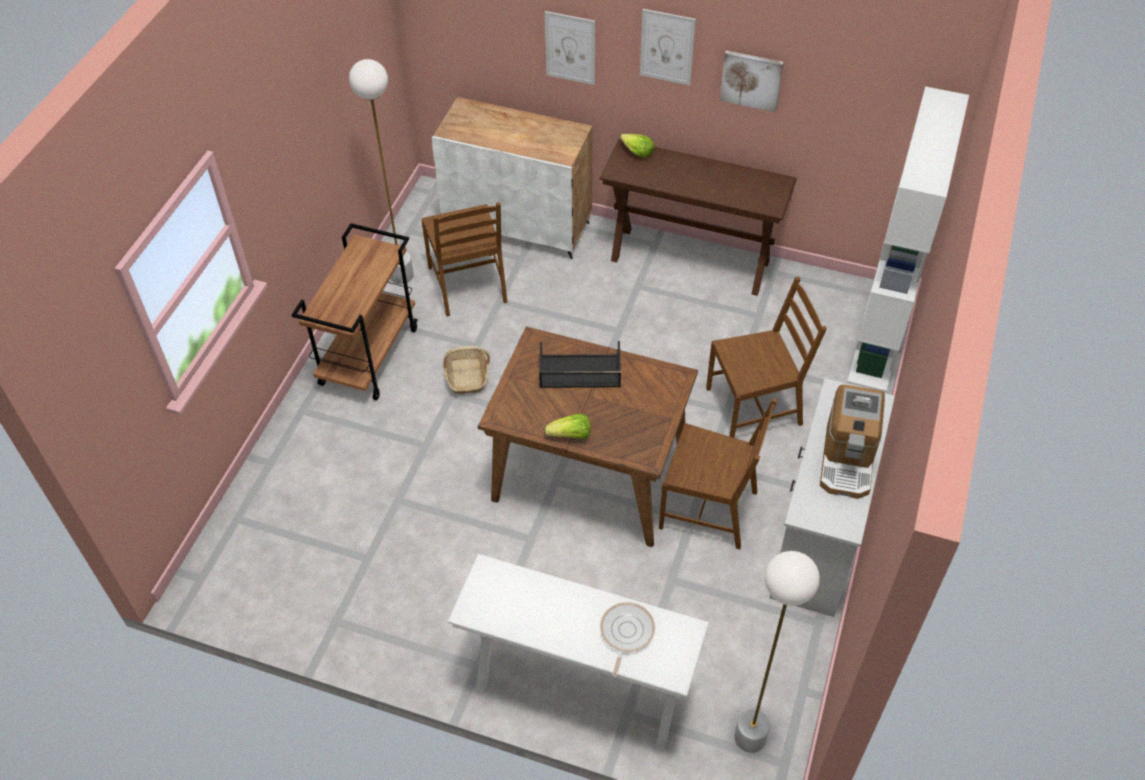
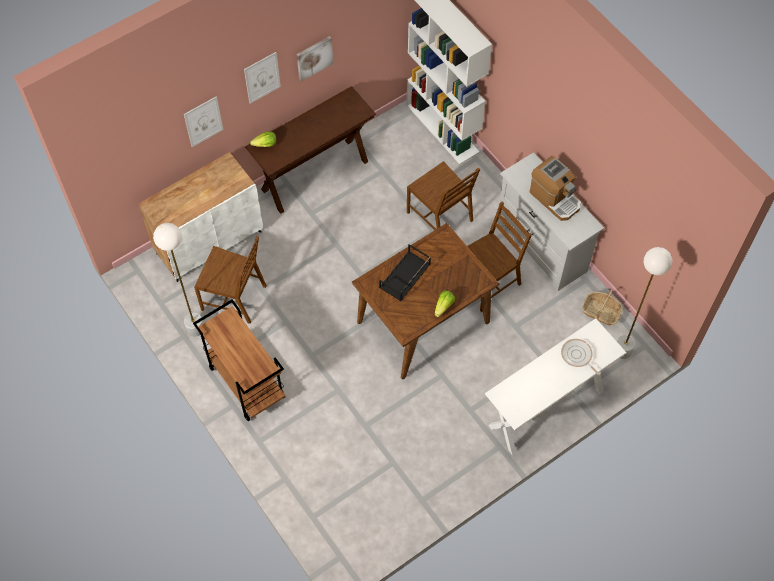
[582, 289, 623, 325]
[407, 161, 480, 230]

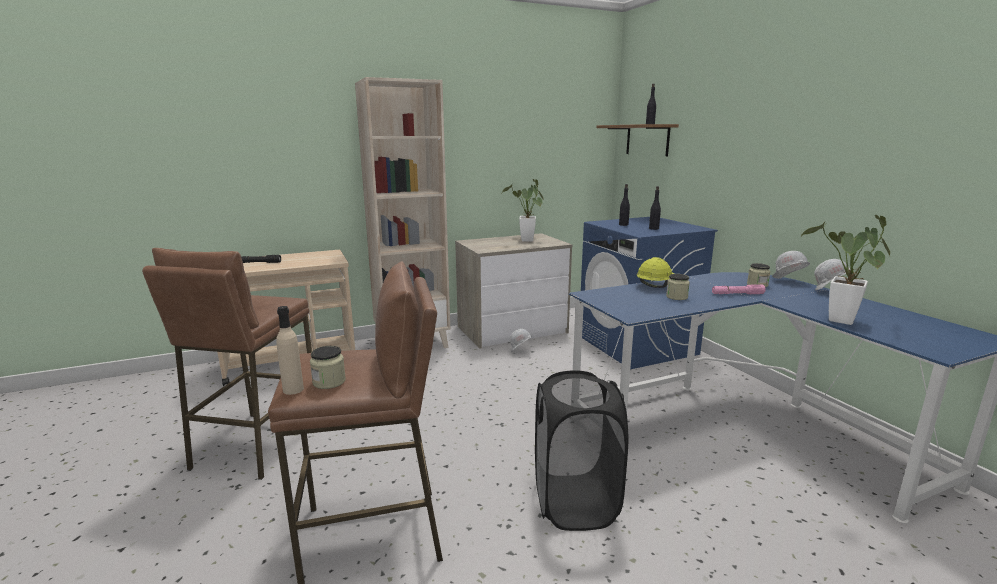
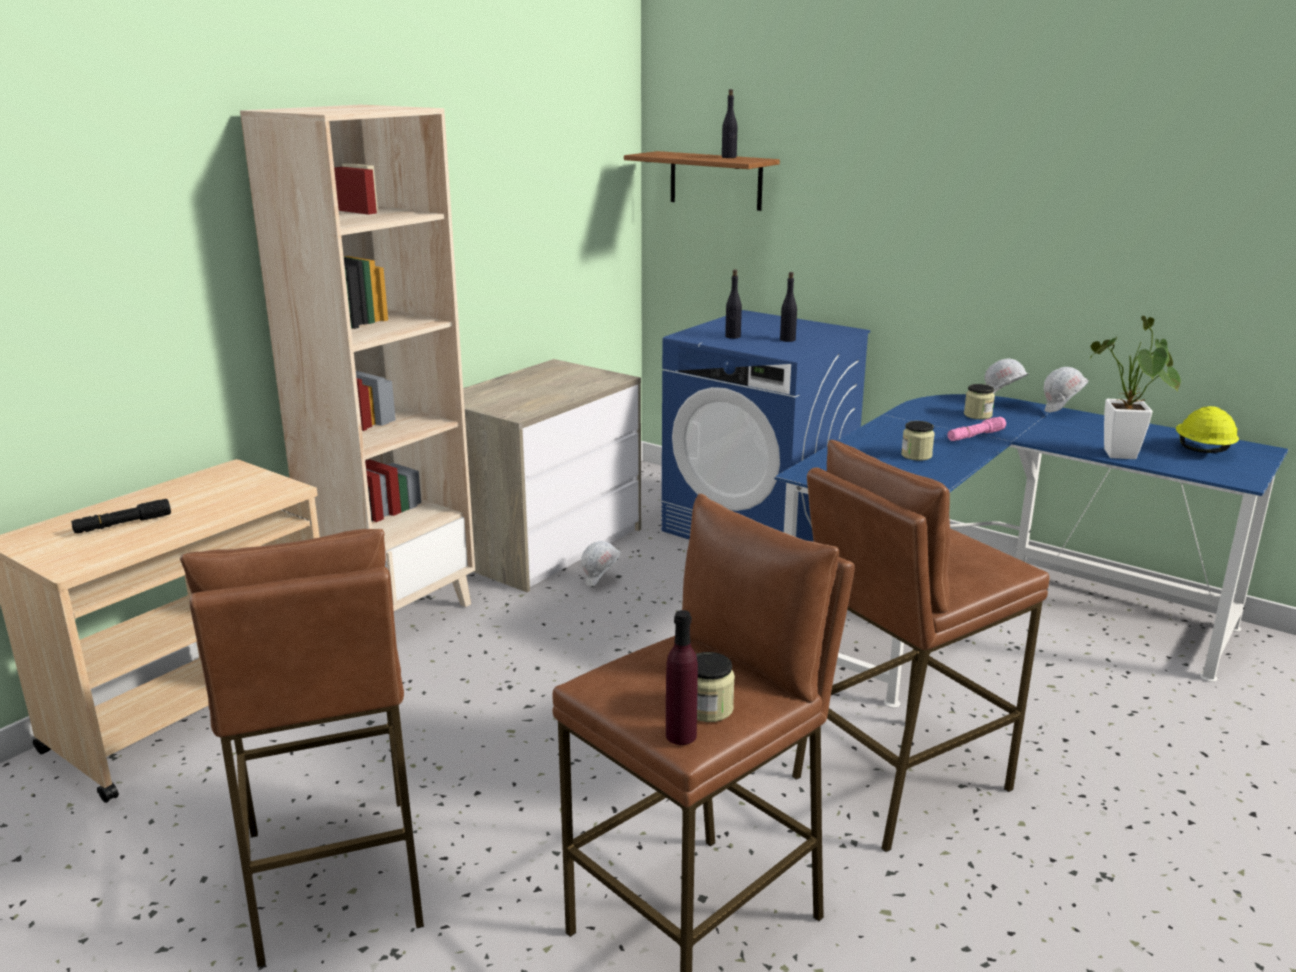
[502, 179, 543, 241] (first image)
[1176, 406, 1239, 453]
[792, 440, 1049, 852]
[666, 610, 698, 745]

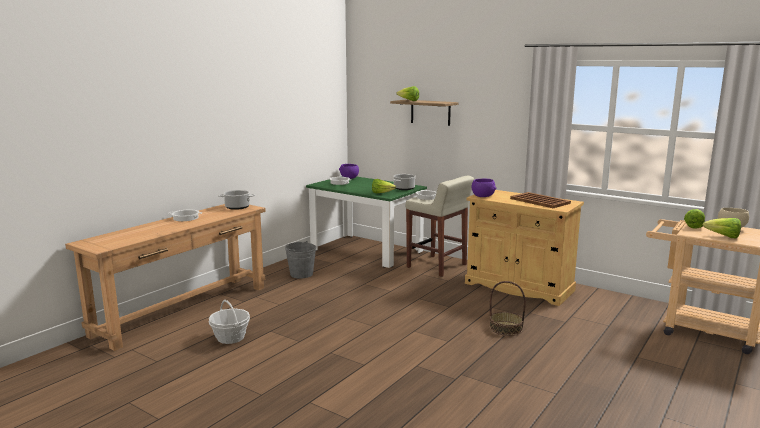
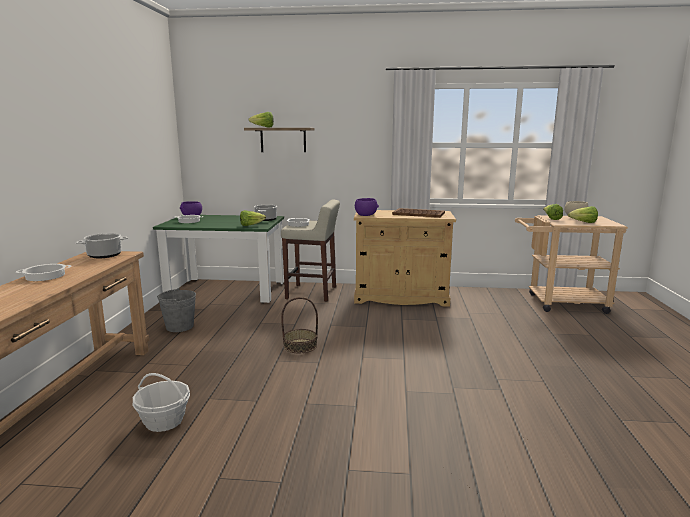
[281, 297, 318, 353]

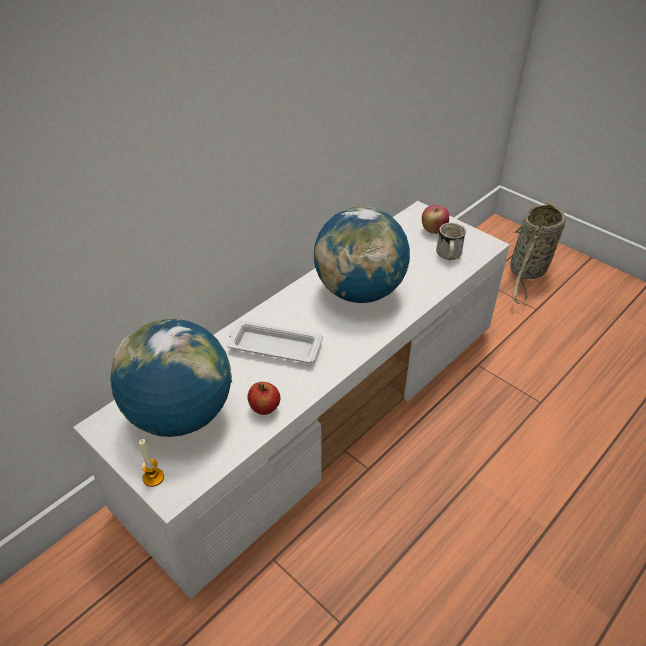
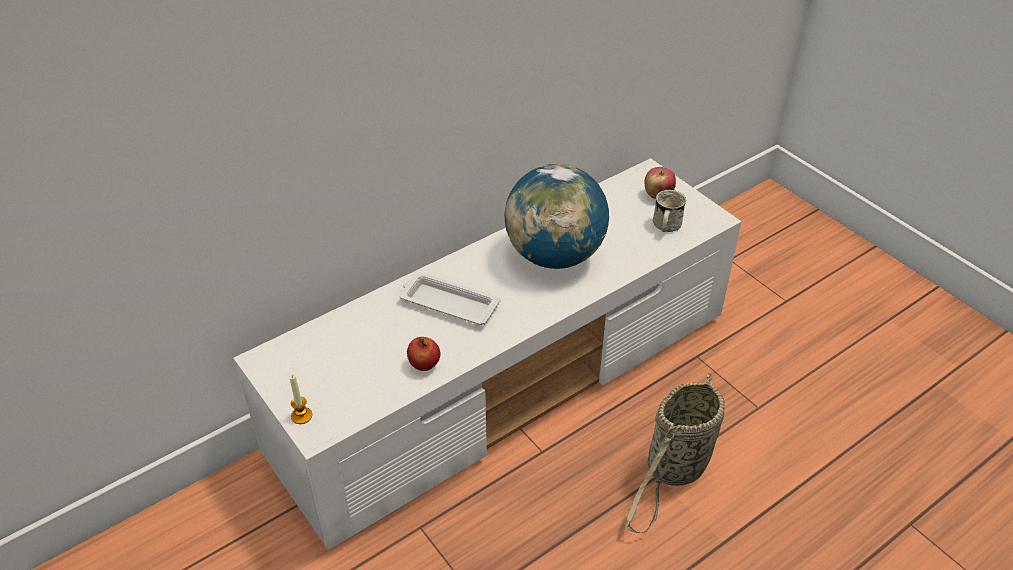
[110, 318, 232, 437] (first image)
[625, 373, 725, 534]

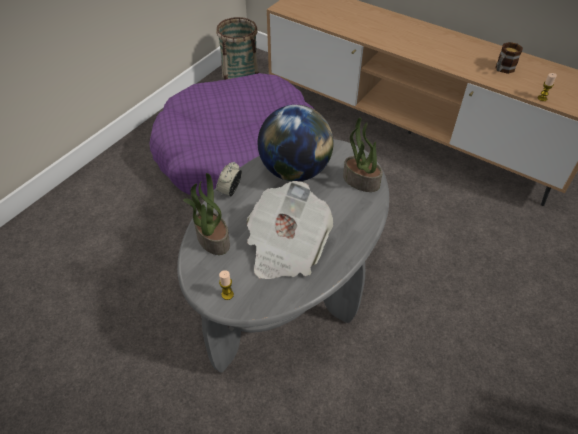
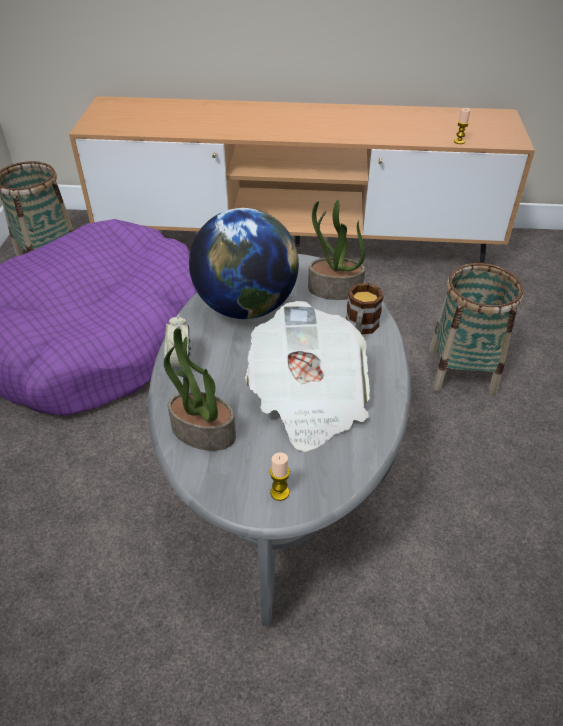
[429, 263, 524, 395]
[346, 283, 384, 334]

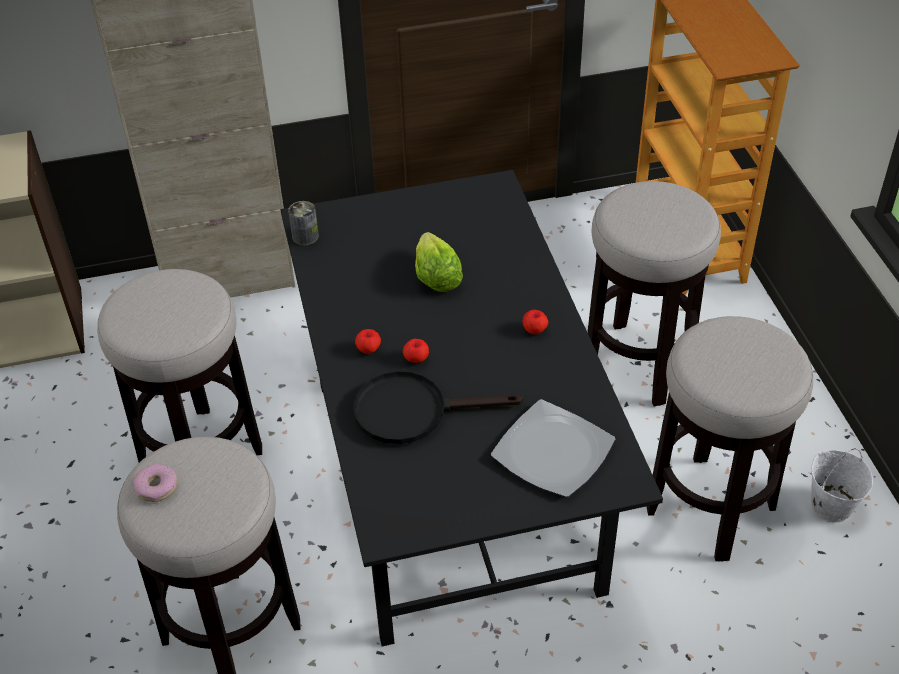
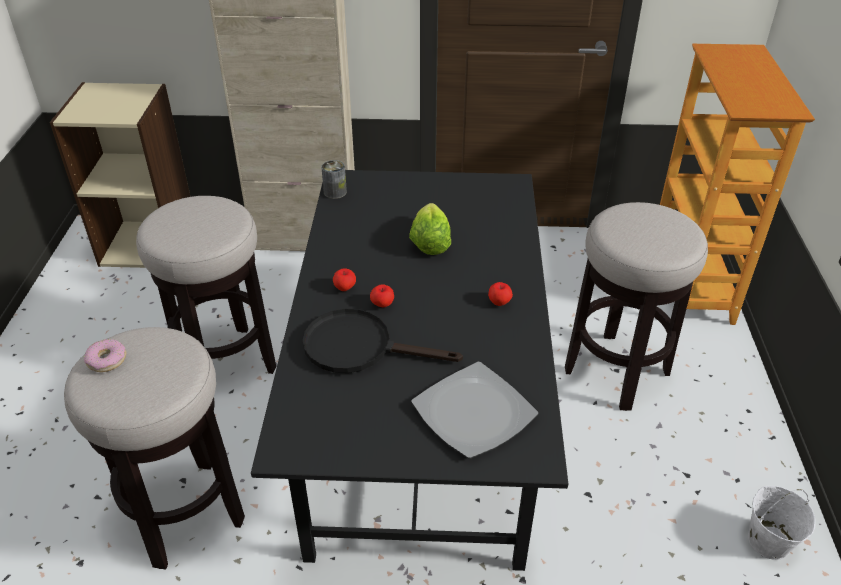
[646, 316, 813, 562] (first image)

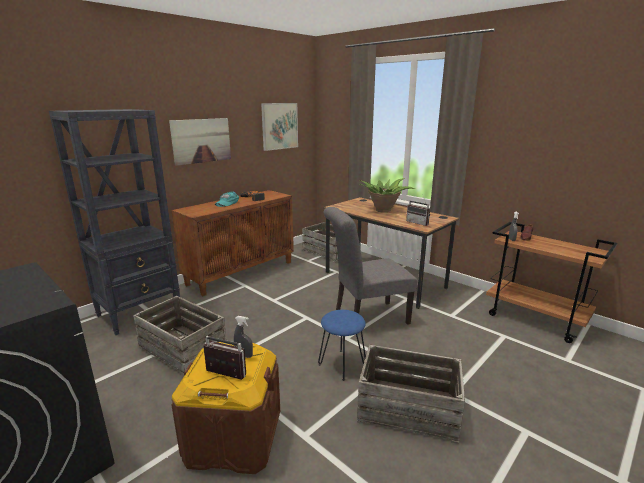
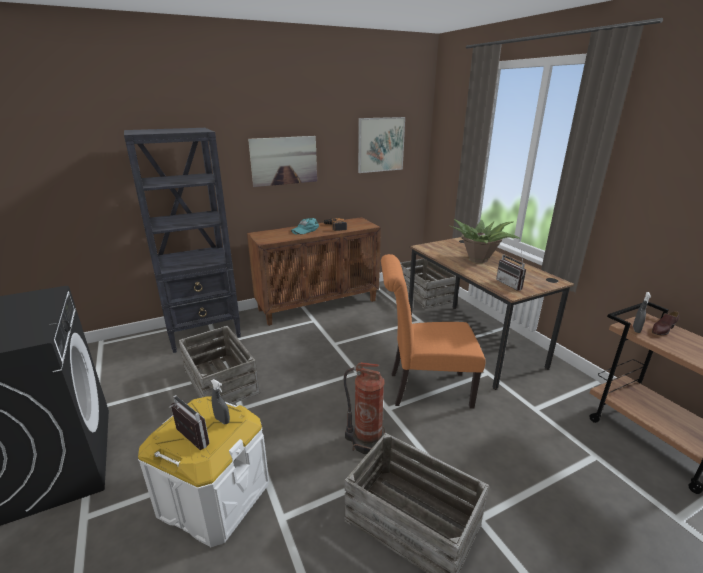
[344, 362, 385, 454]
[138, 396, 269, 547]
[381, 254, 486, 408]

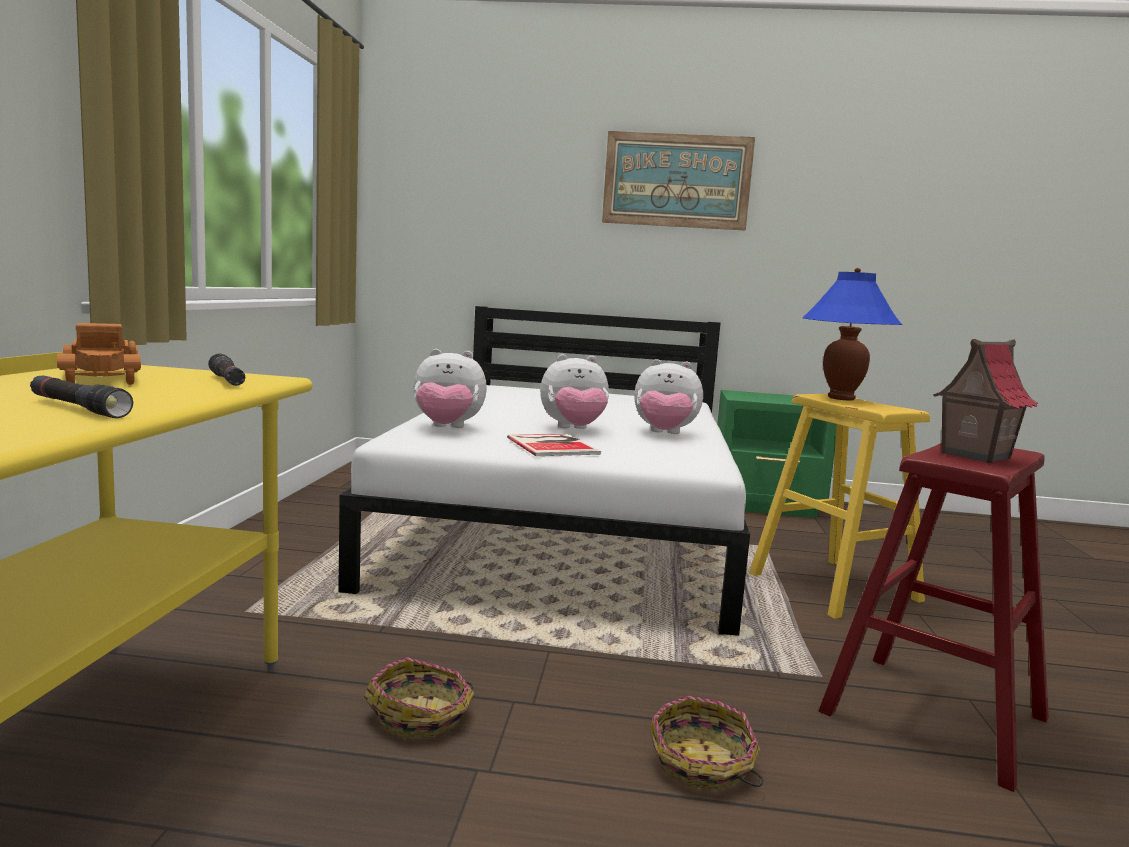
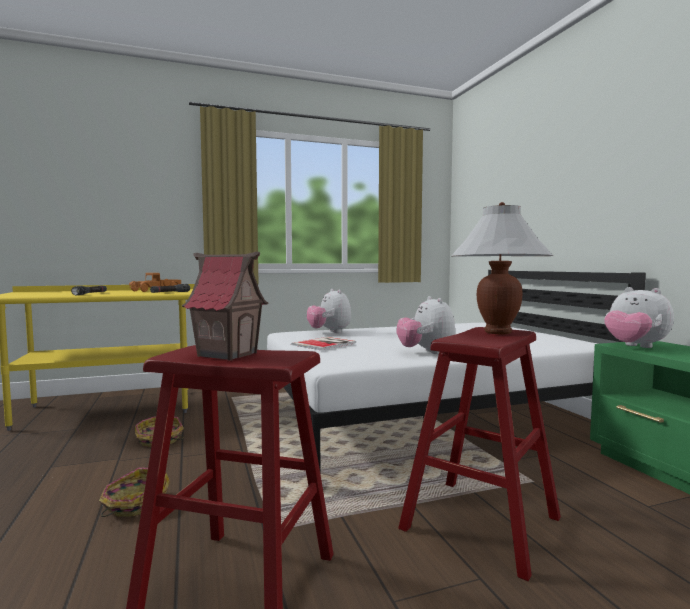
[602, 131, 755, 230] (first image)
[604, 287, 674, 348]
[398, 327, 561, 581]
[451, 202, 554, 334]

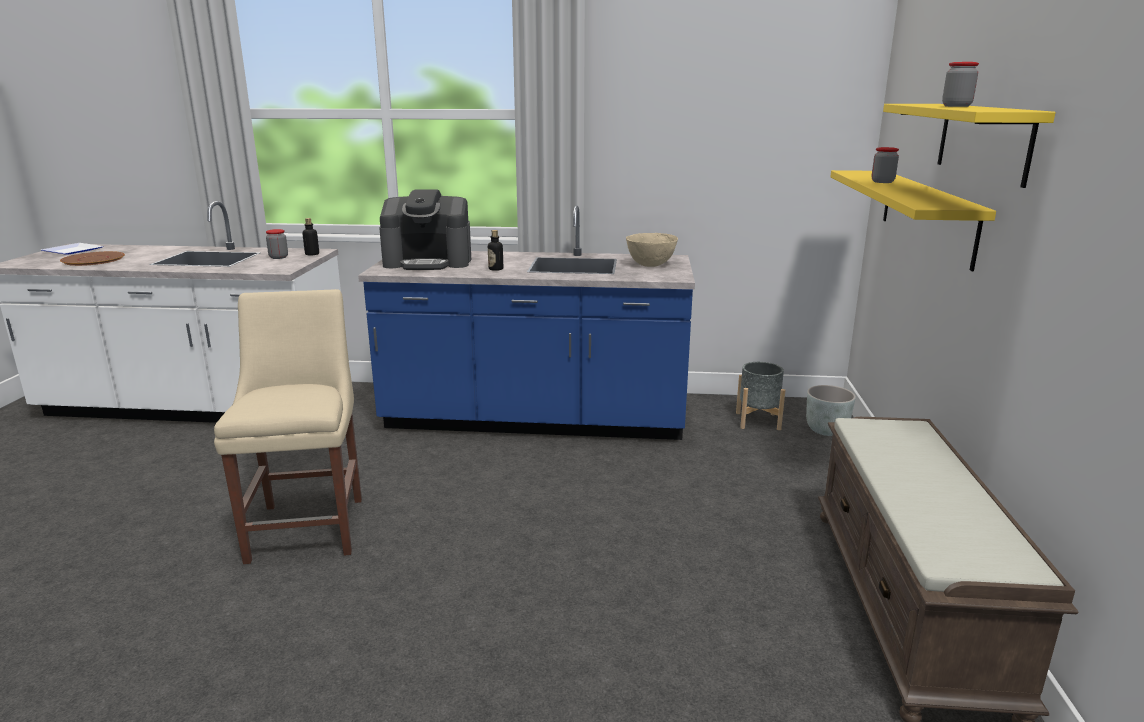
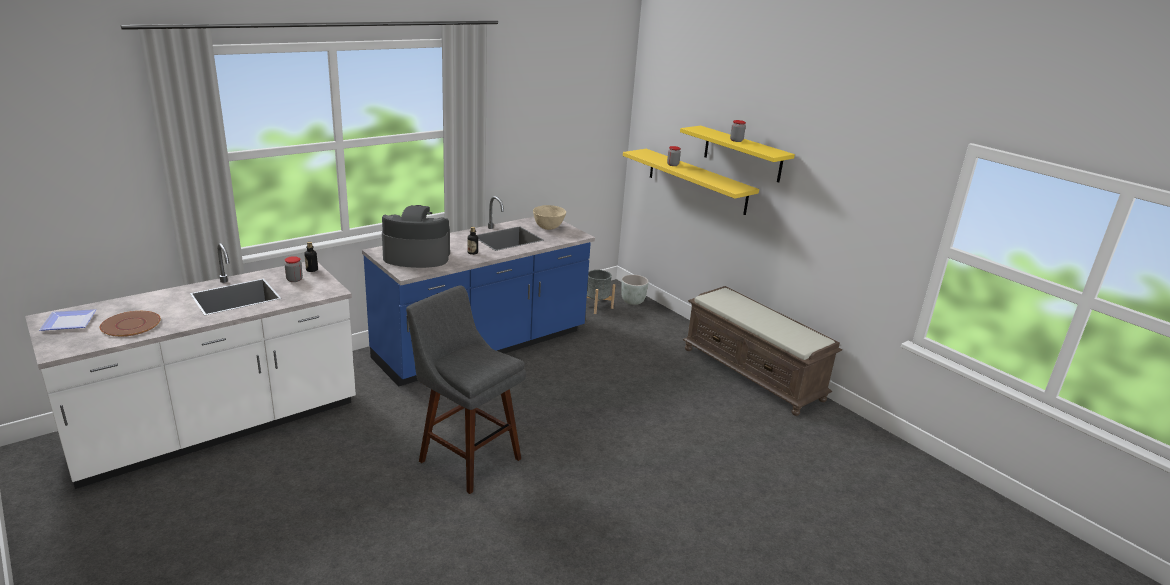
[406, 286, 526, 494]
[382, 205, 450, 268]

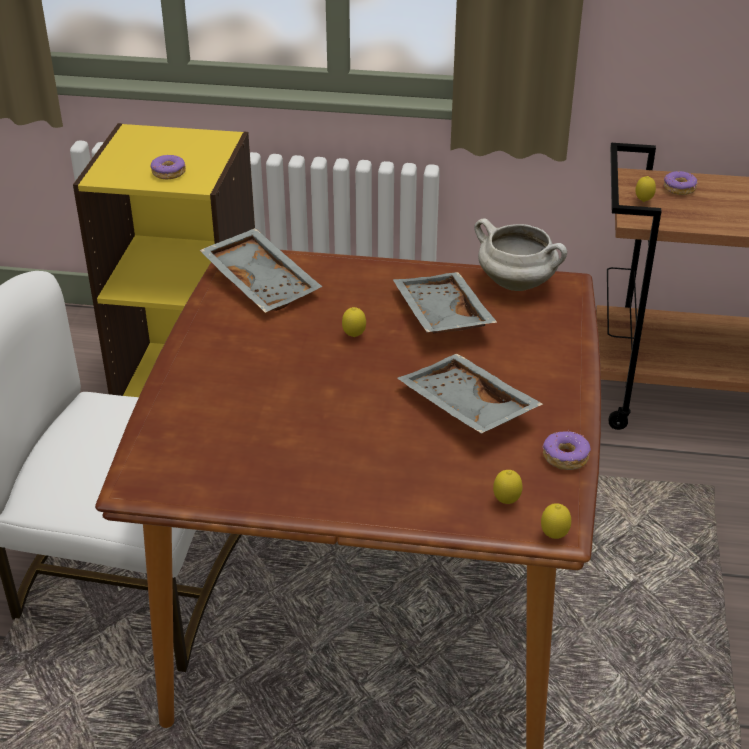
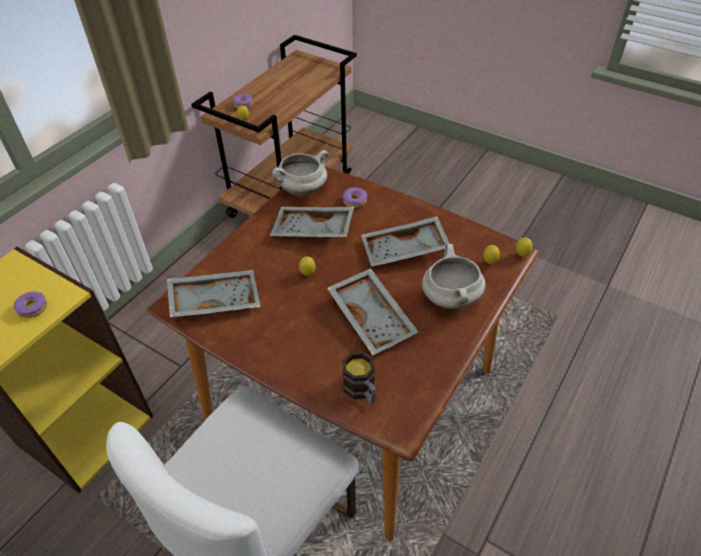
[327, 268, 418, 355]
[342, 351, 376, 404]
[422, 244, 486, 309]
[343, 187, 367, 208]

